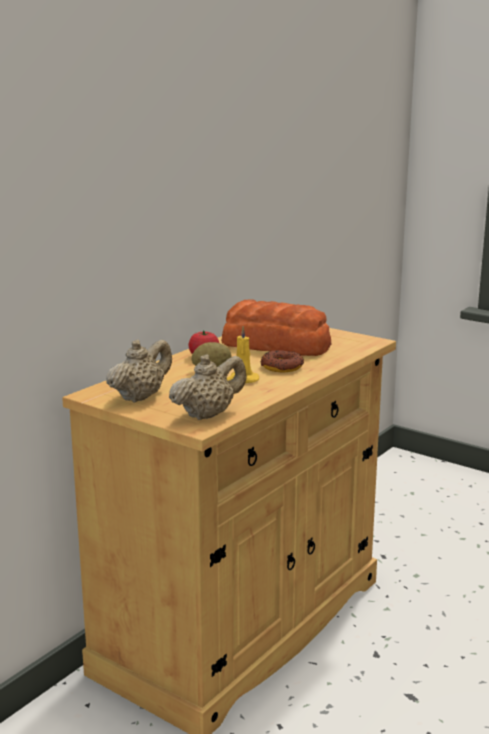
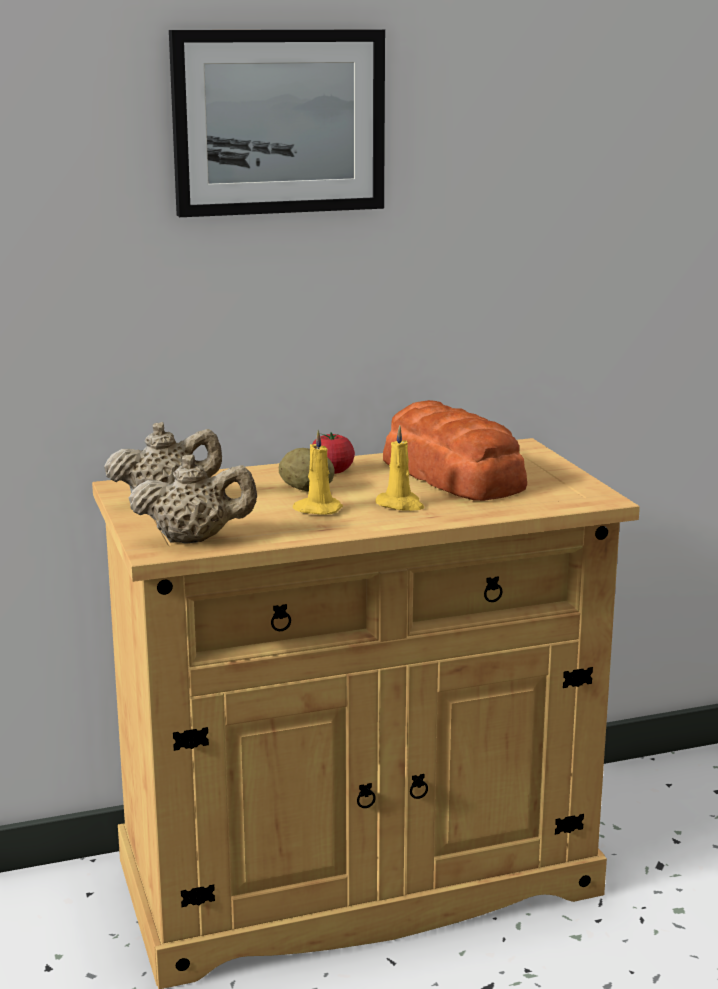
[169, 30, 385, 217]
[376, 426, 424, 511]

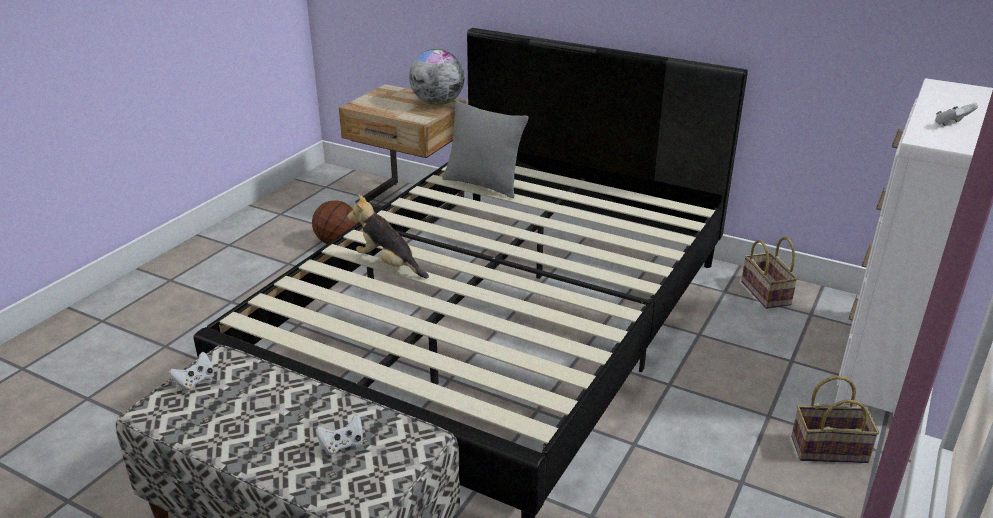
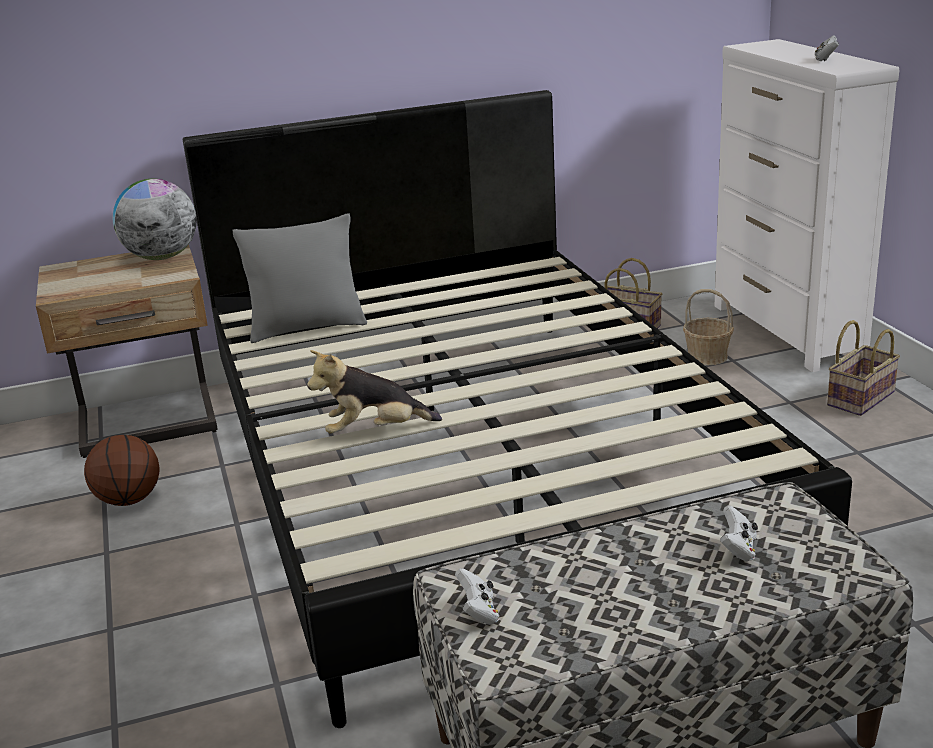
[683, 289, 734, 365]

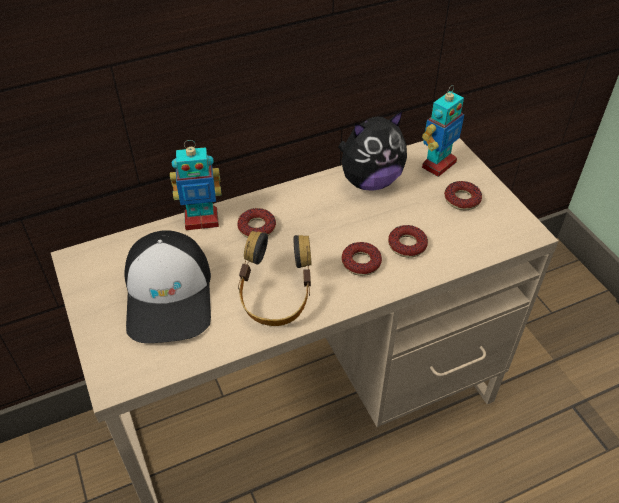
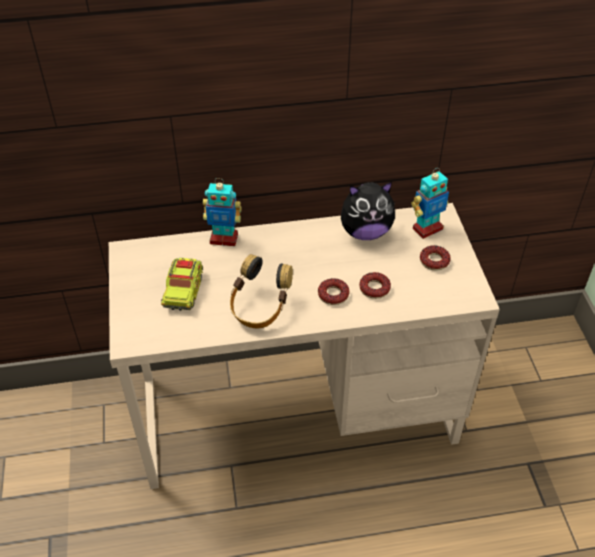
[237, 208, 276, 238] (first image)
[161, 258, 203, 311]

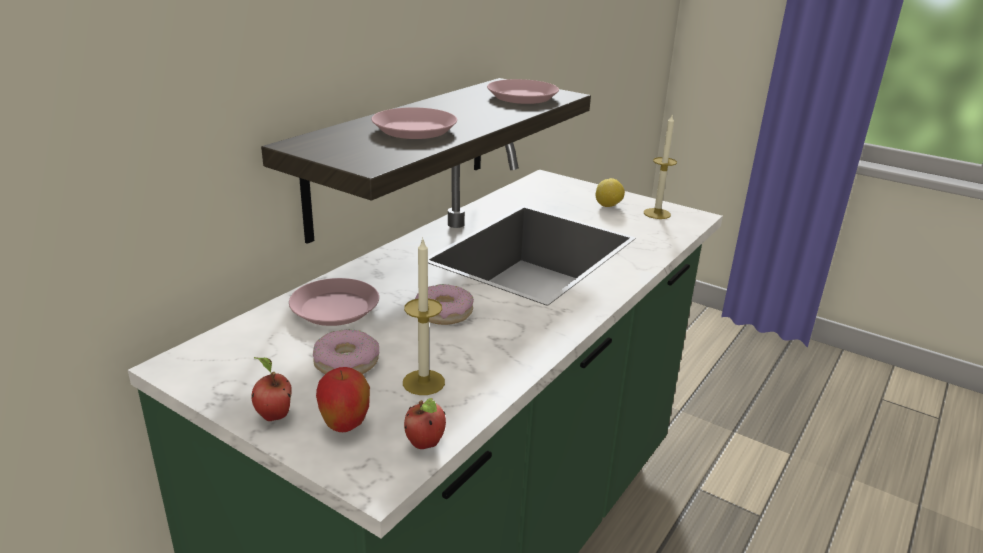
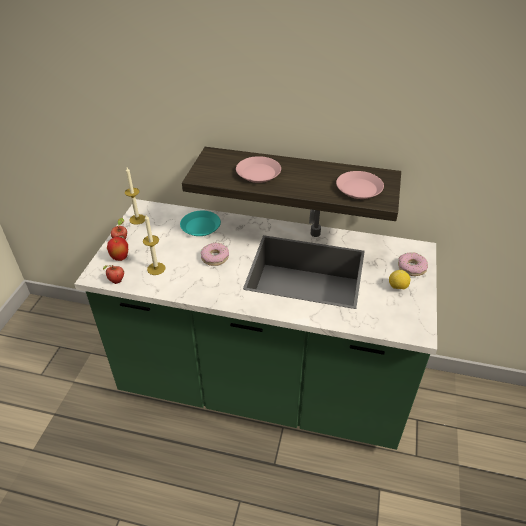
[398, 252, 428, 276]
[125, 167, 145, 225]
[180, 211, 221, 236]

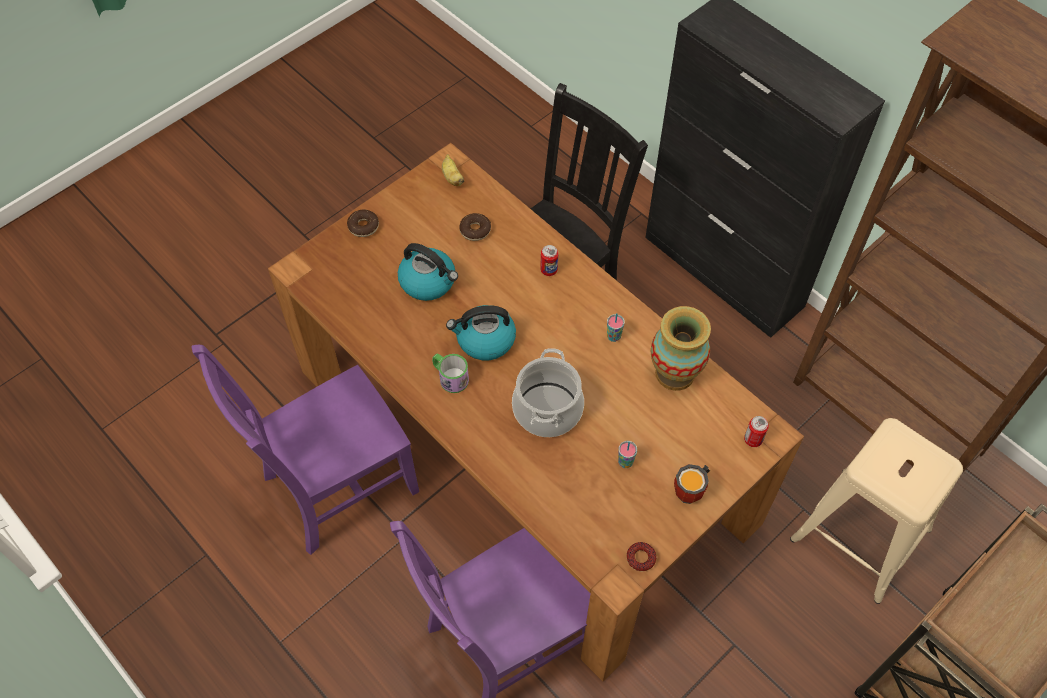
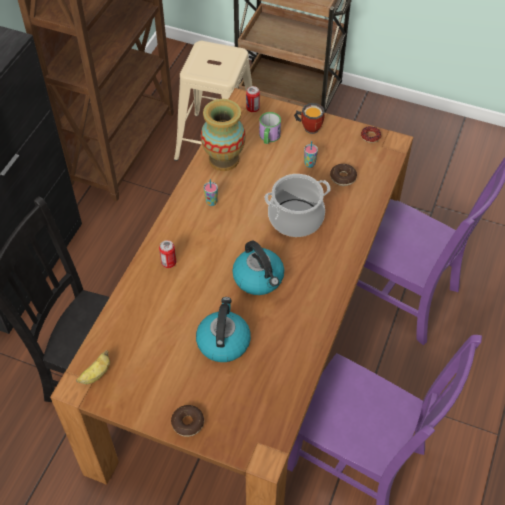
[259, 112, 281, 144]
[330, 164, 357, 186]

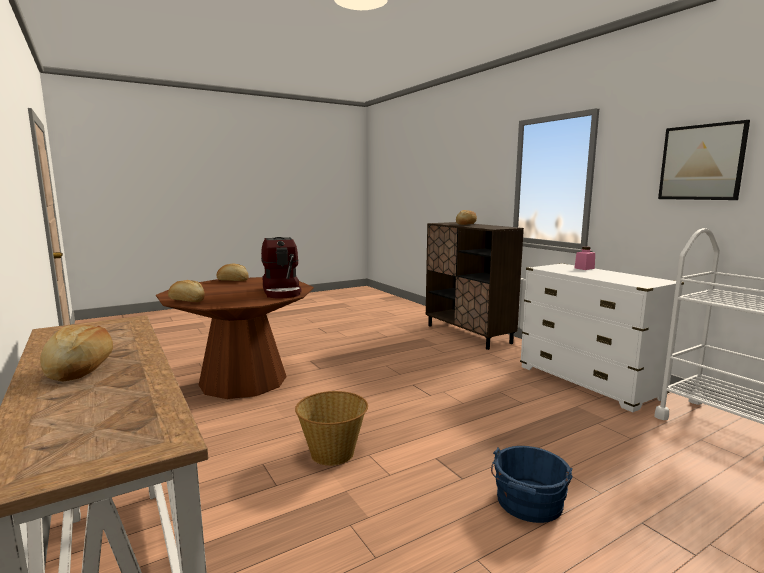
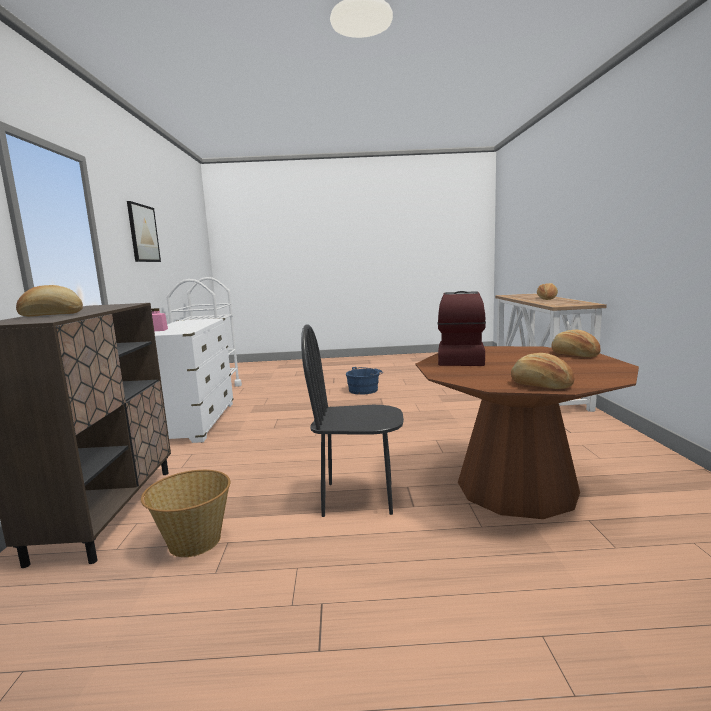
[301, 324, 404, 517]
[141, 470, 230, 557]

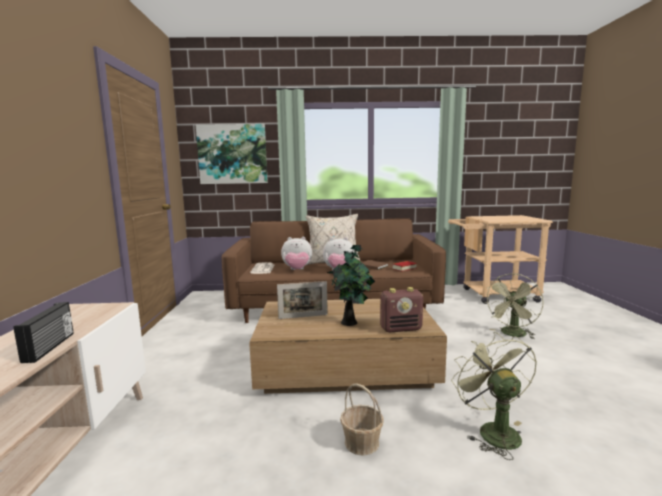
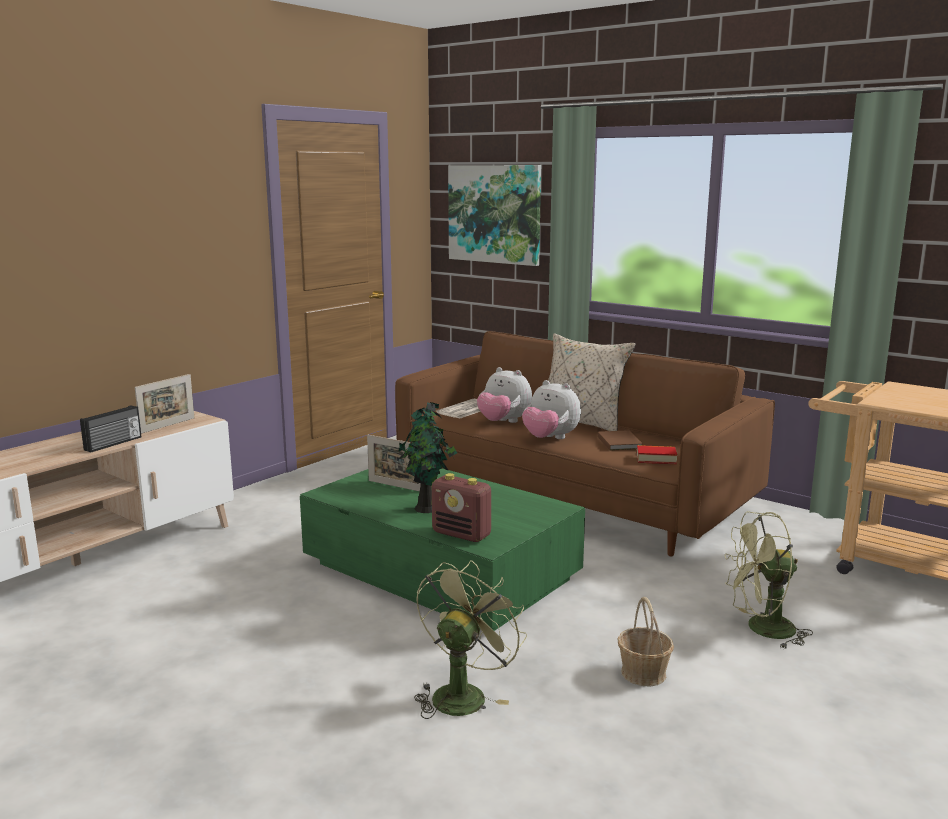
[135, 374, 194, 434]
[618, 597, 674, 686]
[300, 468, 585, 631]

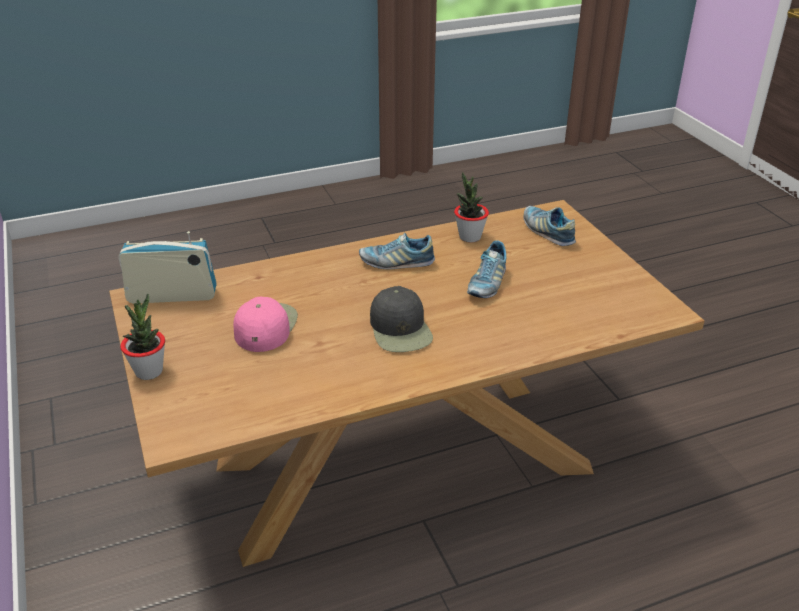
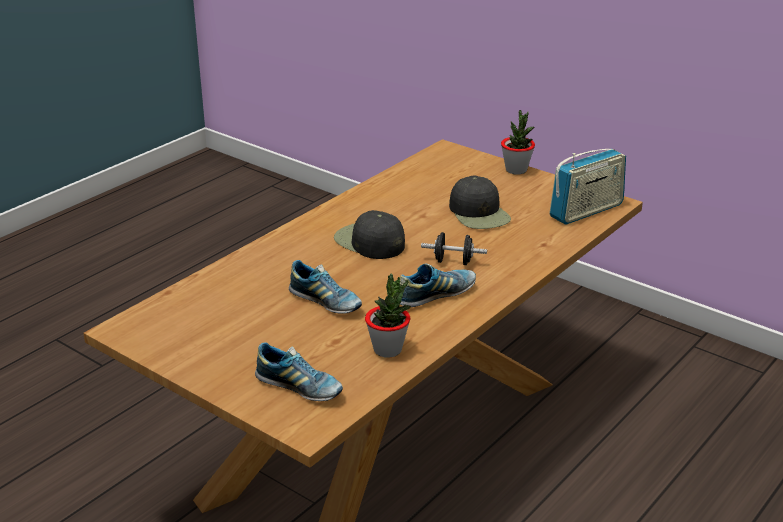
[421, 232, 487, 265]
[449, 175, 511, 229]
[289, 260, 362, 314]

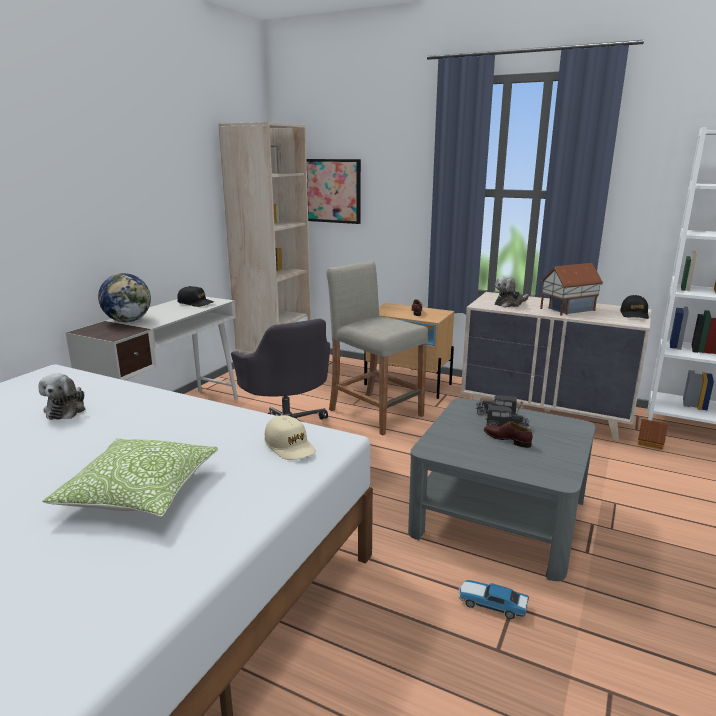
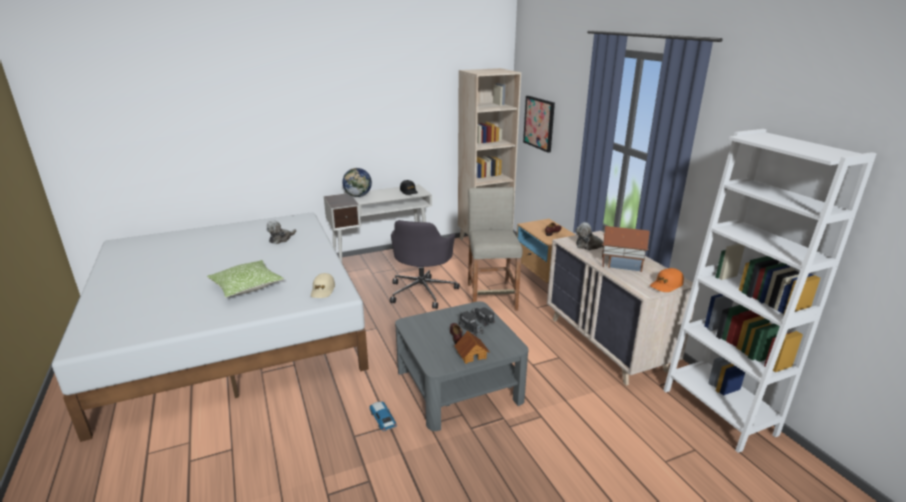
[454, 330, 490, 364]
[650, 268, 684, 292]

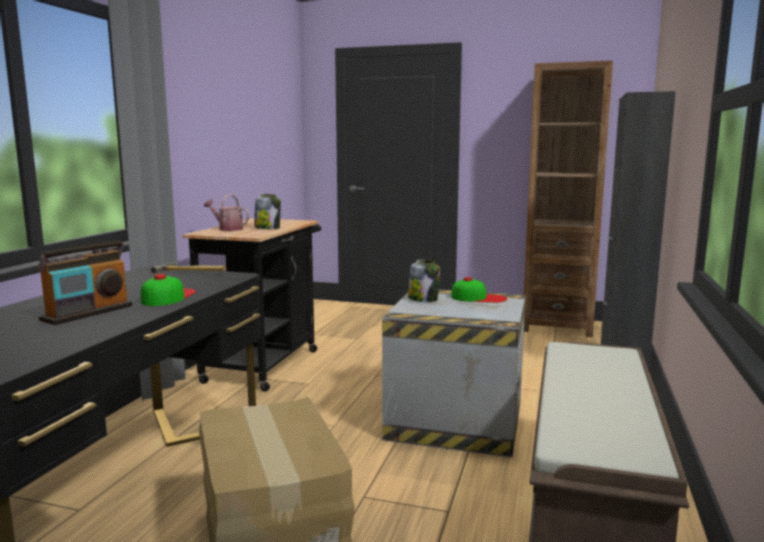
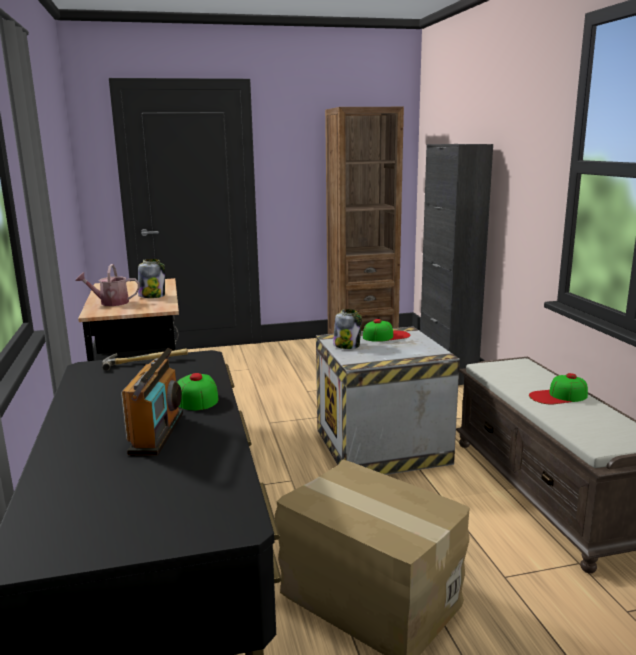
[529, 373, 588, 404]

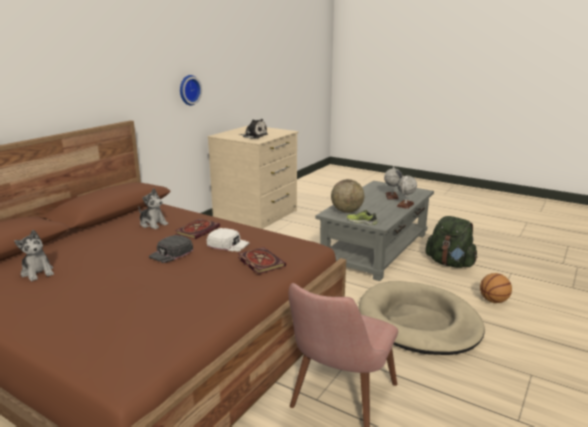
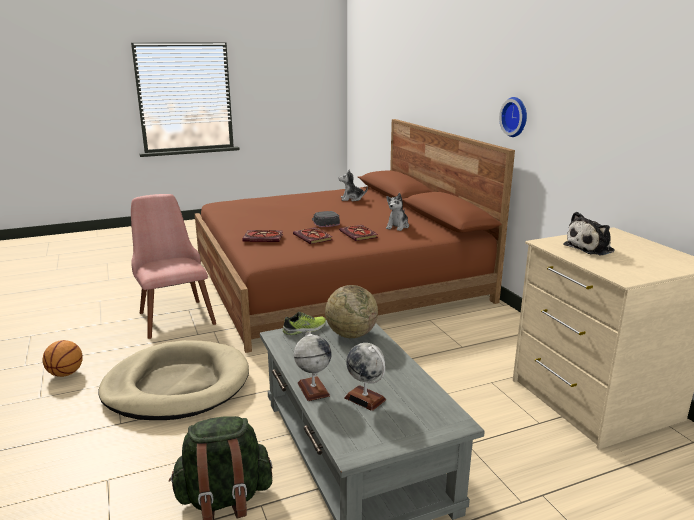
[499, 97, 527, 137]
[42, 340, 83, 377]
[293, 227, 333, 244]
[386, 193, 409, 231]

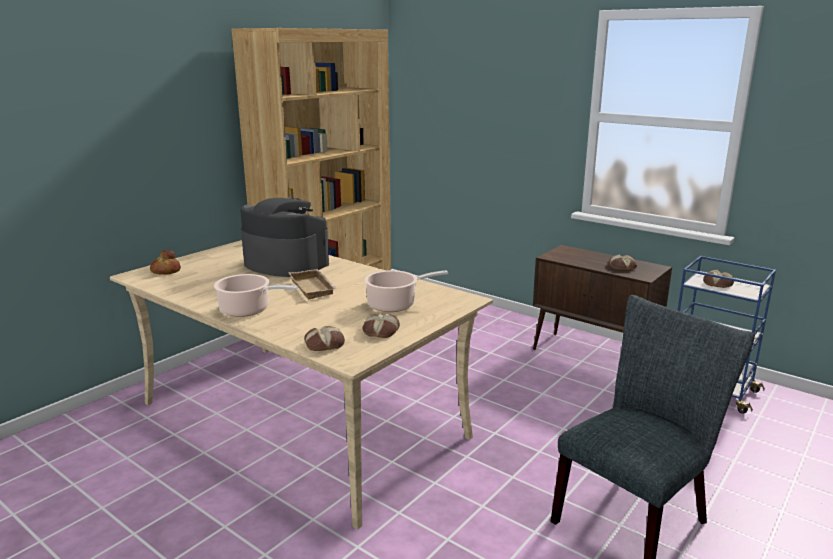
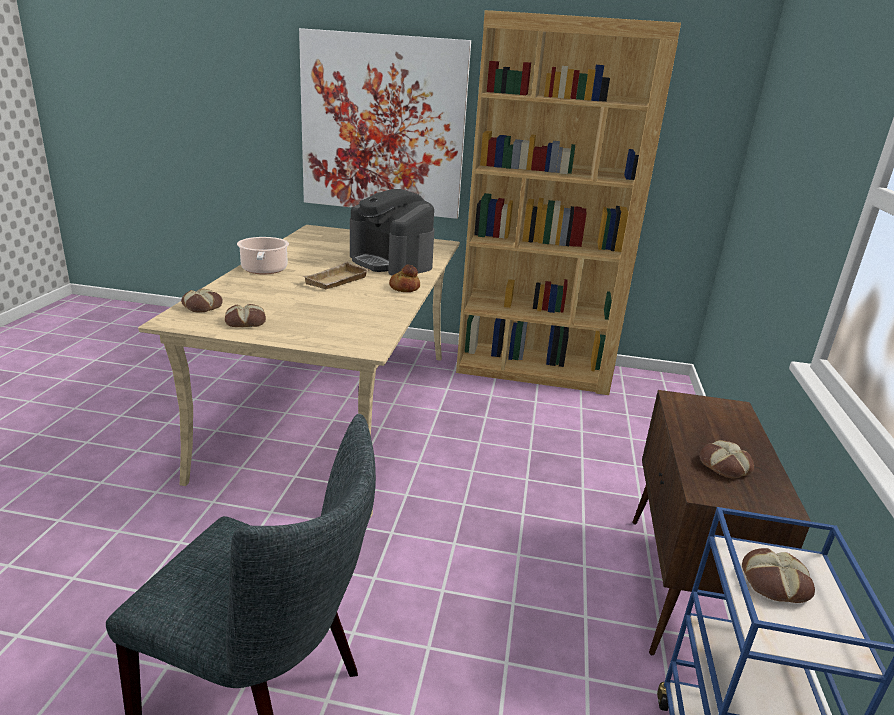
[364, 270, 448, 312] (first image)
[299, 28, 471, 219]
[389, 265, 420, 292]
[350, 189, 434, 276]

